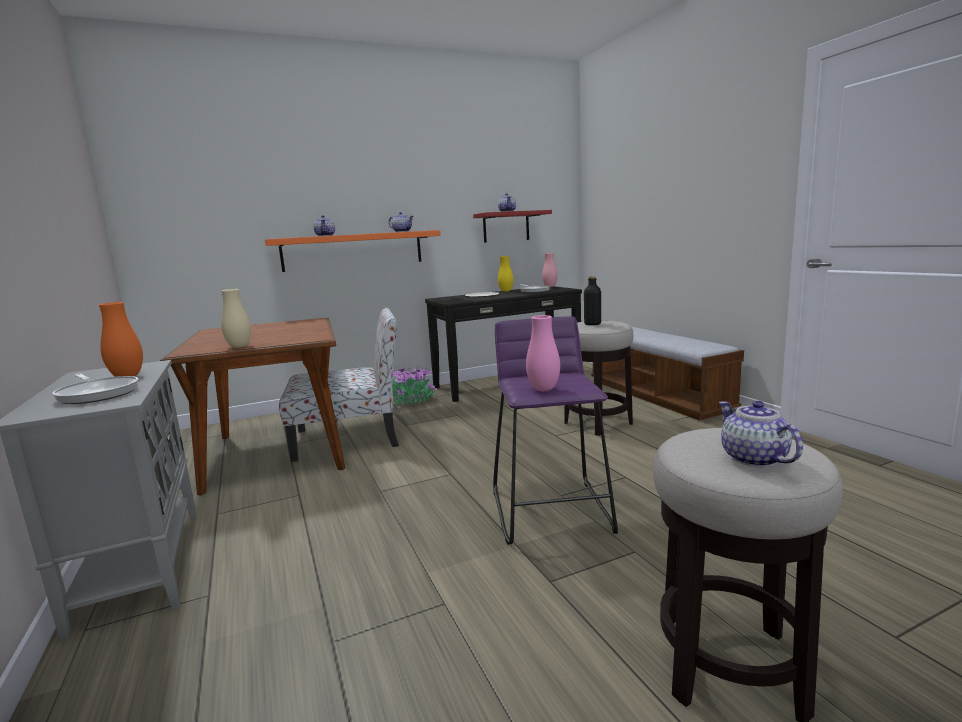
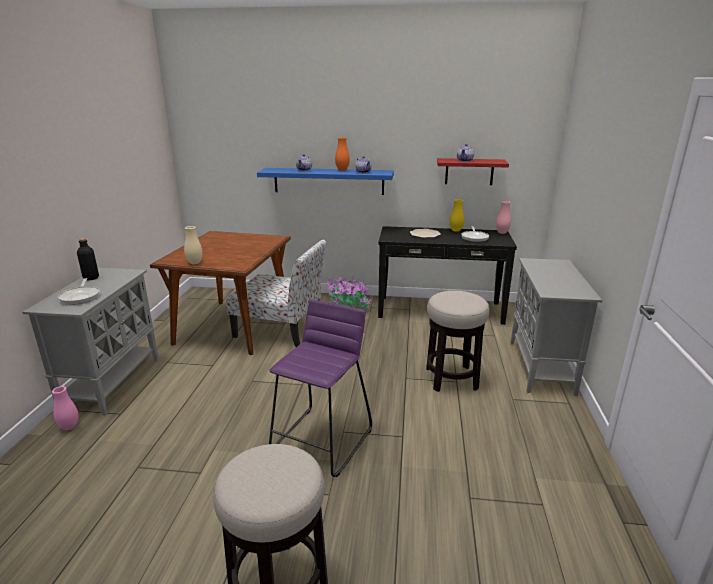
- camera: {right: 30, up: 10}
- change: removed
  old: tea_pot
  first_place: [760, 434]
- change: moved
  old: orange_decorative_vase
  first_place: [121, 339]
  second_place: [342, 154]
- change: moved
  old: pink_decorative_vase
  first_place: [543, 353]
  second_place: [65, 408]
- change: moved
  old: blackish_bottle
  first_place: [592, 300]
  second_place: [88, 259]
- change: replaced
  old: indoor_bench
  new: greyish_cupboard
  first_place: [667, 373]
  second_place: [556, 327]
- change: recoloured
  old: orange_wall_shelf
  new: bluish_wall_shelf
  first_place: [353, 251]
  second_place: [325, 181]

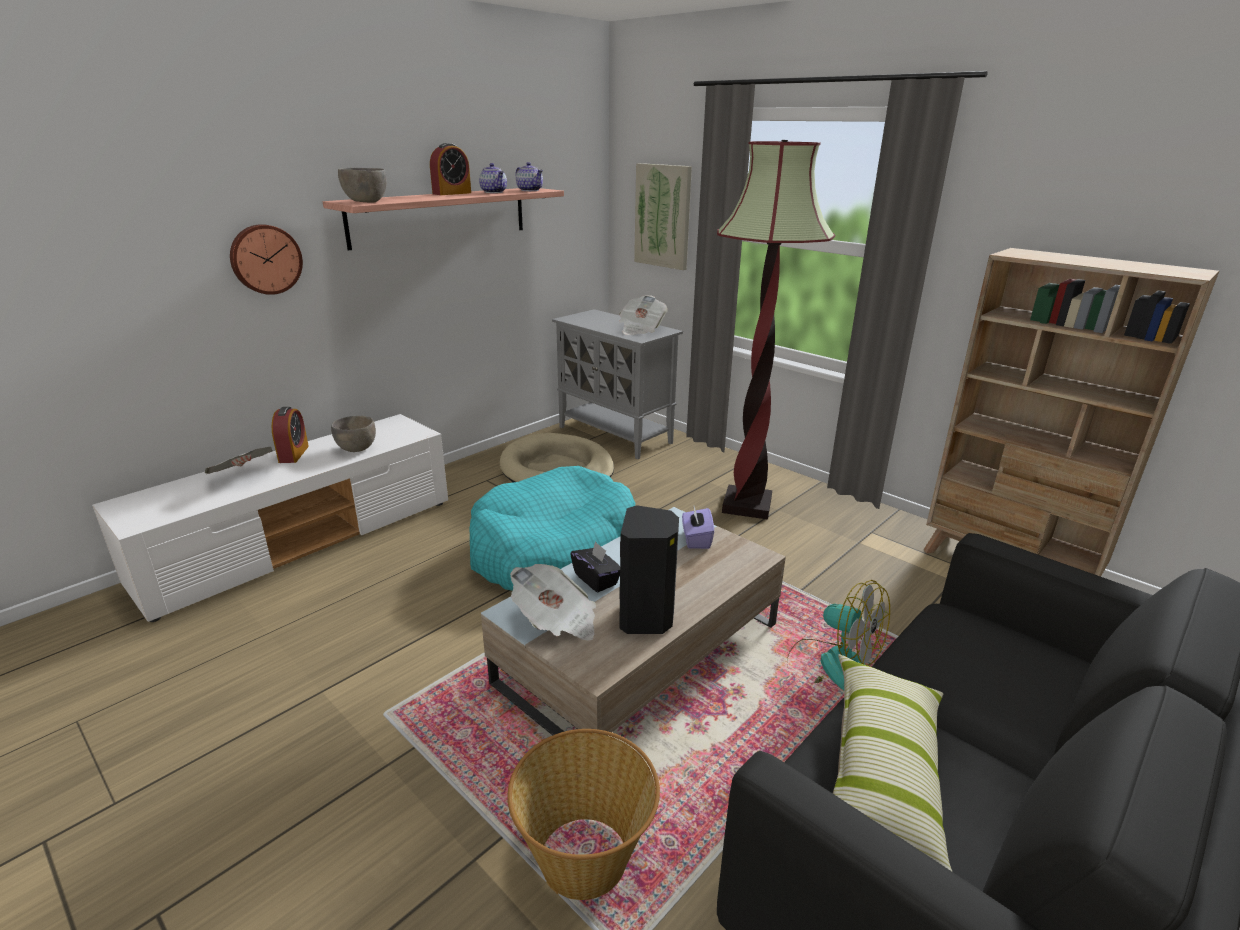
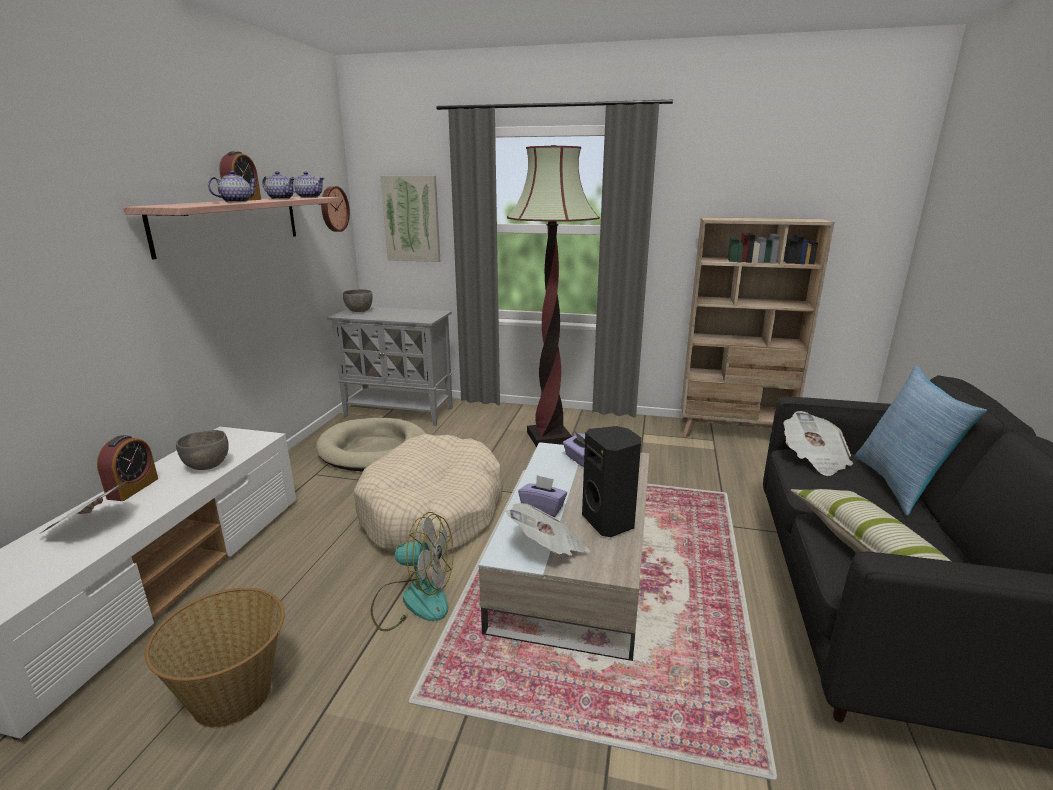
- camera: {right: -30, up: -5}
- change: added
  new: tea_pot
  second_place: [232, 186]
- change: added
  new: cushion
  second_place: [921, 441]
- change: moved
  old: wall_clock
  first_place: [266, 259]
  second_place: [335, 209]
- change: moved
  old: greyish_bowl
  first_place: [362, 185]
  second_place: [358, 300]
- change: moved
  old: household_basket
  first_place: [584, 814]
  second_place: [215, 658]
- change: moved
  old: printed_paper
  first_place: [643, 315]
  second_place: [818, 443]
- change: moved
  old: cooling_fan
  first_place: [838, 635]
  second_place: [412, 571]
- change: recoloured
  old: turquoise_dog_bed
  new: beige-coloured_dog_bed
  first_place: [552, 528]
  second_place: [428, 493]
- change: recoloured
  old: blackish_tissue_holder
  new: purple_tissue_holder
  first_place: [595, 566]
  second_place: [542, 496]
- change: turned
  old: table_clock
  first_place: [290, 435]
  second_place: [127, 468]
  degrees: 45

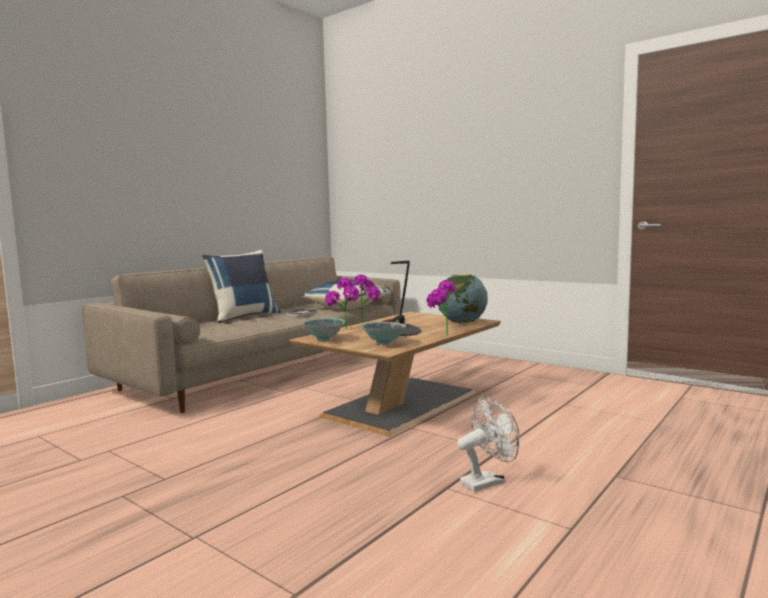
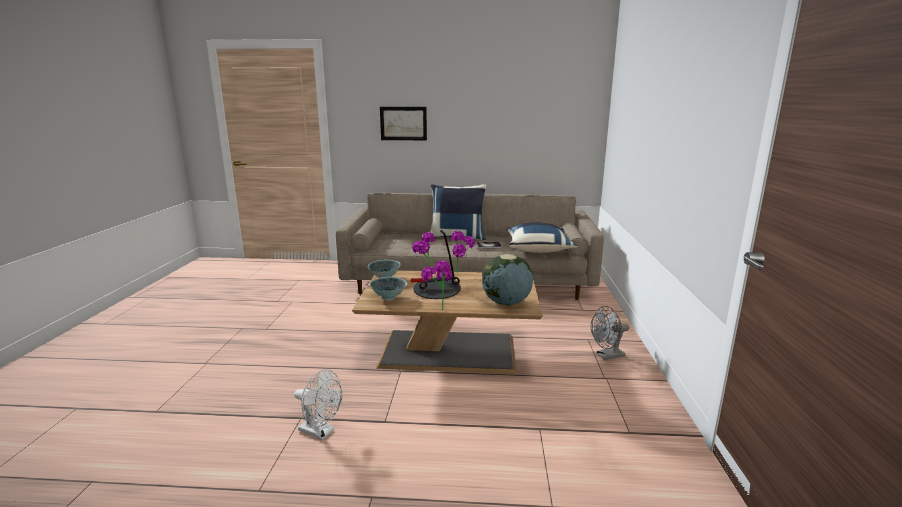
- camera: {right: 55, up: 10}
- change: added
  new: wall_picture
  second_place: [403, 123]
- change: added
  new: greyish_cooling_fan
  second_place: [610, 333]

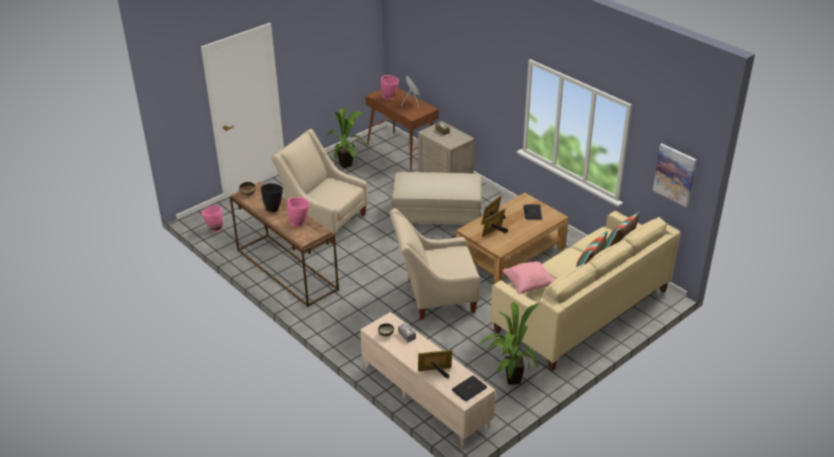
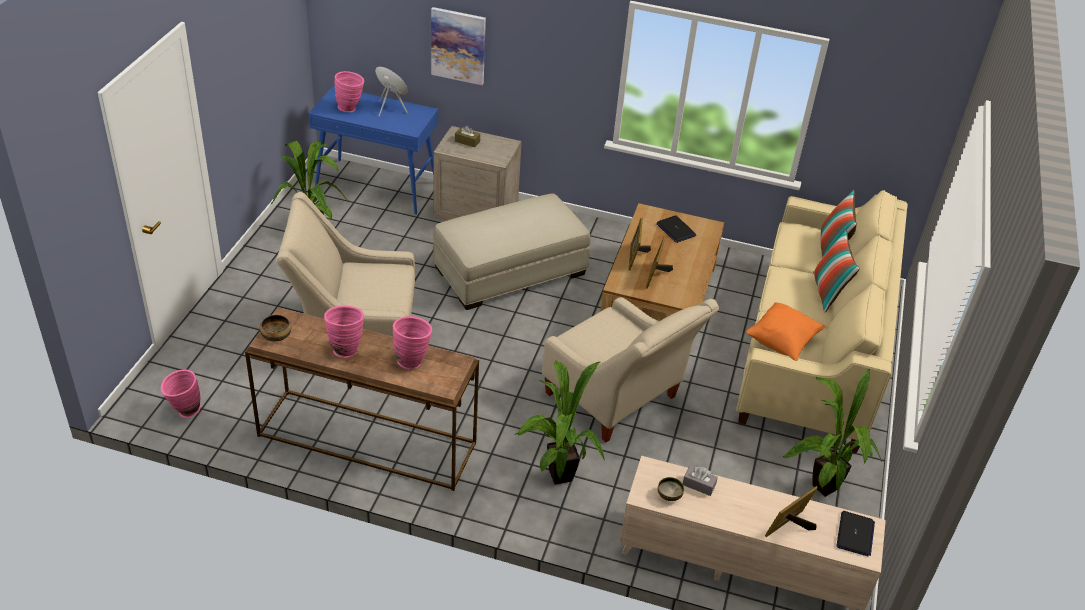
- camera: {right: -35, up: 5}
- change: added
  new: potted_plant
  second_place: [560, 422]
- change: moved
  old: wall_picture
  first_place: [675, 175]
  second_place: [458, 46]
- change: recoloured
  old: blackish_decorative_vase
  new: pink_decorative_vase
  first_place: [272, 197]
  second_place: [344, 332]
- change: recoloured
  old: brown-coloured_narrow_table
  new: bluish_narrow_table
  first_place: [402, 129]
  second_place: [373, 150]
- change: recoloured
  old: pink_cushion
  new: orange_cushion
  first_place: [528, 277]
  second_place: [785, 331]
- change: turned
  old: beige-coloured_easy_chair
  first_place: [434, 264]
  second_place: [630, 369]
  degrees: -90

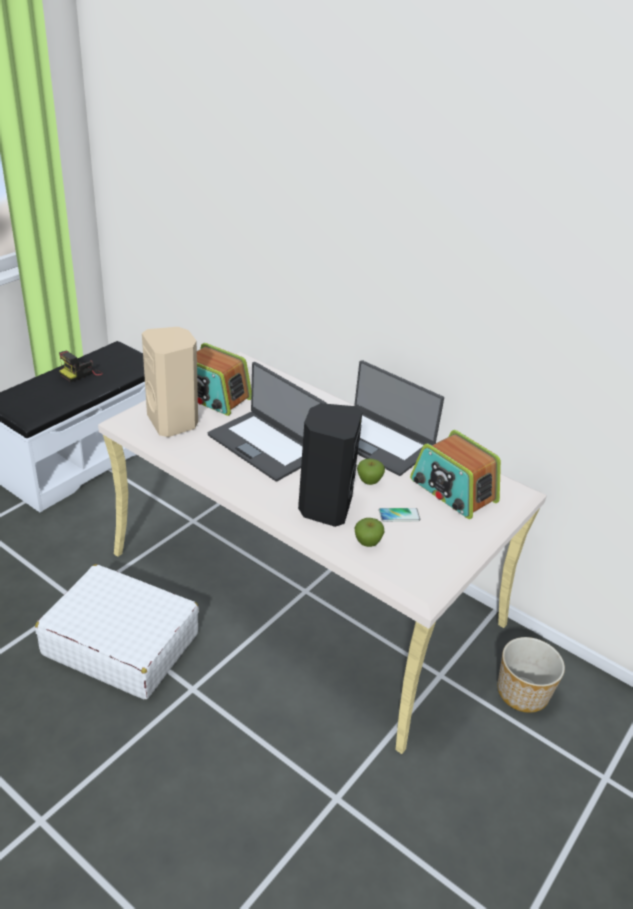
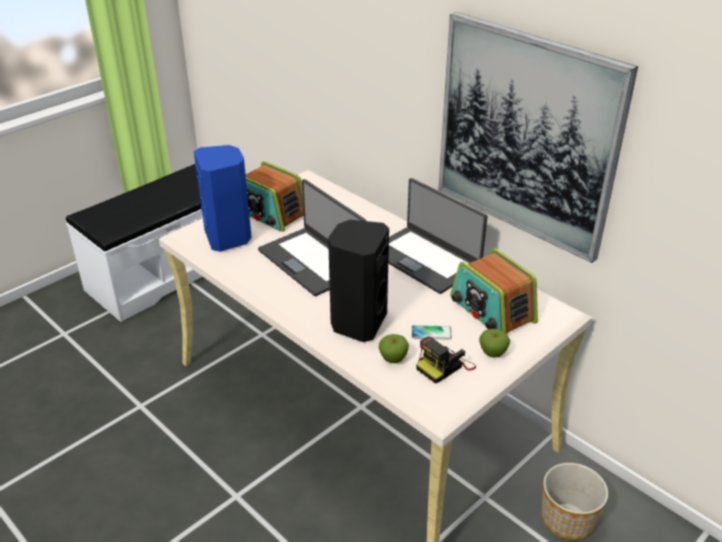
- camera: {right: 10, up: 0}
- change: removed
  old: whitish_piece_of_luggage
  first_place: [117, 632]
- change: added
  new: wall_picture
  second_place: [538, 137]
- change: moved
  old: photo_camera
  first_place: [81, 366]
  second_place: [446, 360]
- change: moved
  old: apple_fruit
  first_place: [371, 472]
  second_place: [494, 343]
- change: recoloured
  old: beige-coloured_audio_speaker
  new: bluish_audio_speaker
  first_place: [170, 382]
  second_place: [223, 198]

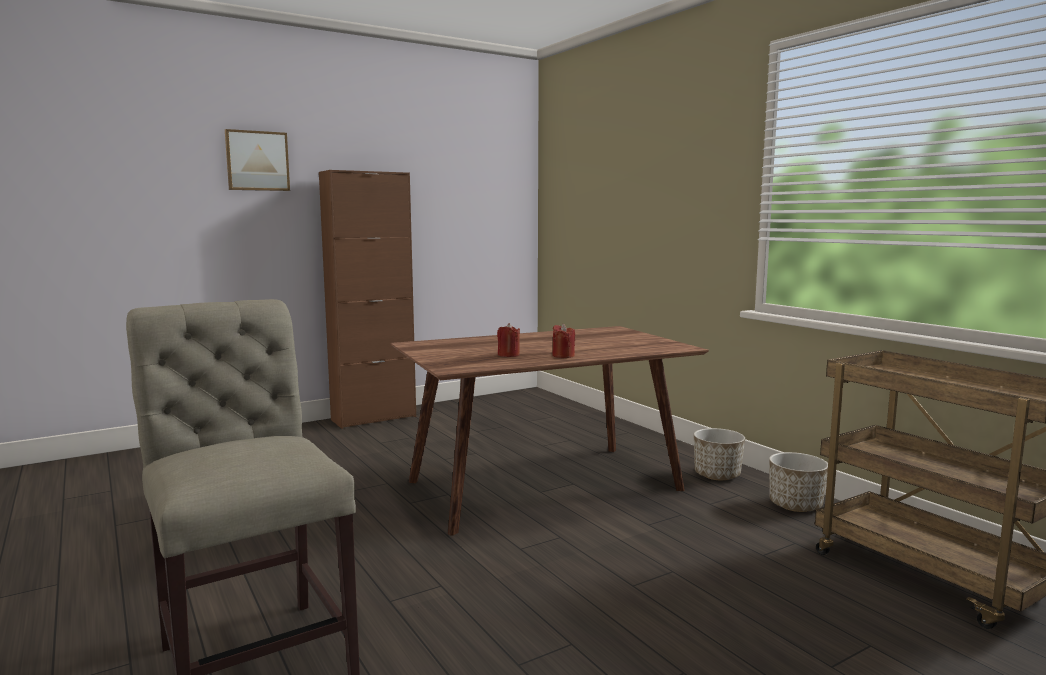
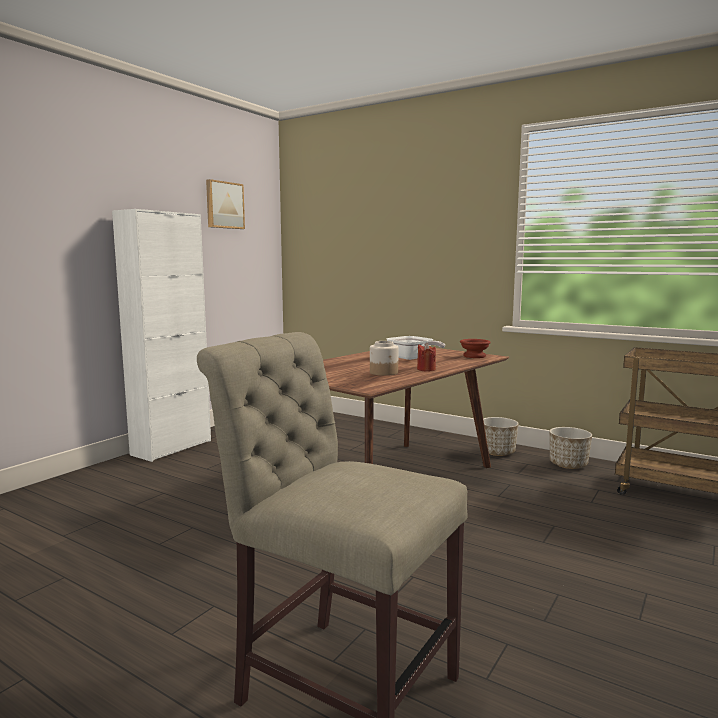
- camera: {right: -25, up: 0}
- change: added
  new: frying_pan
  second_place: [416, 348]
- change: added
  new: brown-coloured_bowl
  second_place: [475, 348]
- change: moved
  old: wall_picture
  first_place: [257, 160]
  second_place: [225, 204]
- change: replaced
  old: reddish_wax_candle
  new: storage_jar
  first_place: [508, 340]
  second_place: [384, 358]
- change: recoloured
  old: brown-coloured_cupboard
  new: whitish_cupboard
  first_place: [367, 299]
  second_place: [161, 335]

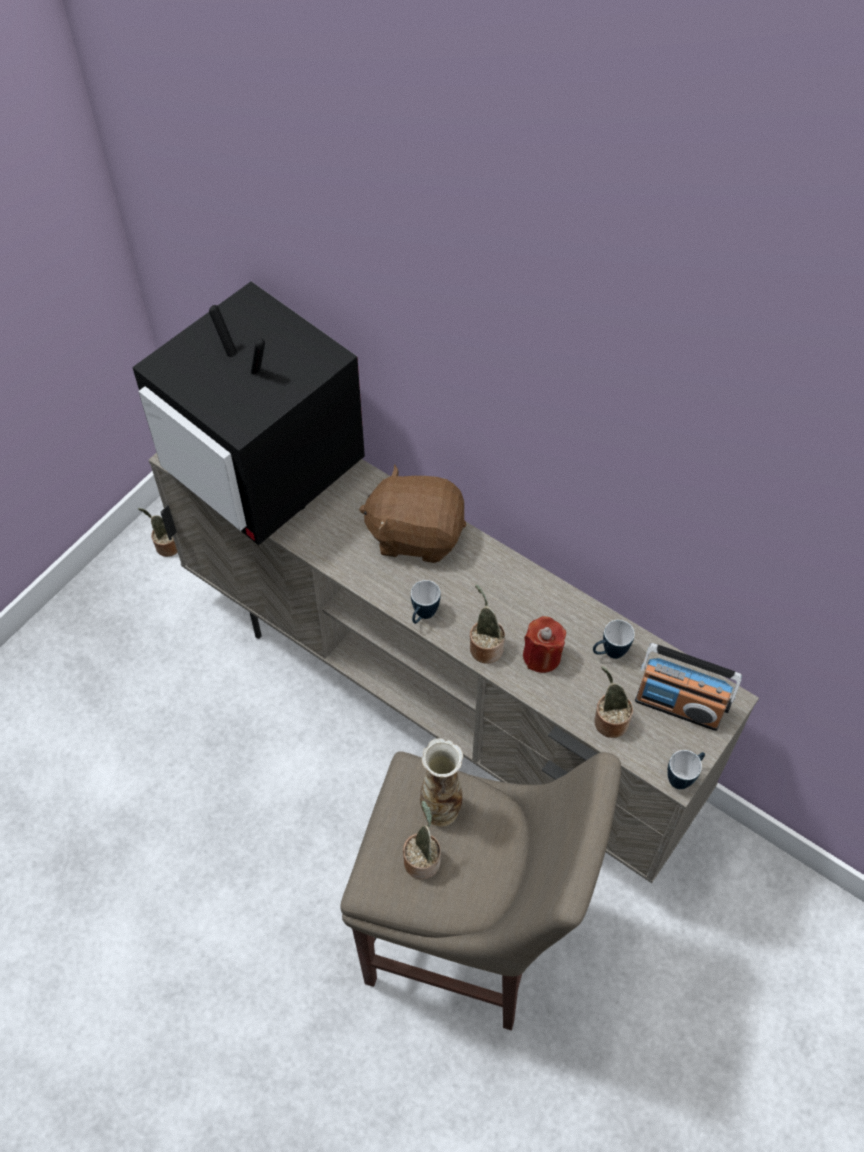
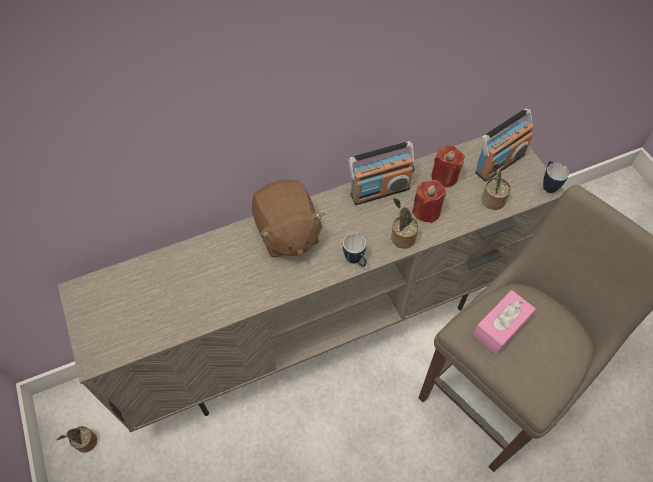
- camera: {right: -60, up: 0}
- change: removed
  old: television
  first_place: [248, 413]
- change: removed
  old: potted_plant
  first_place: [422, 840]
- change: added
  new: radio
  second_place: [381, 173]
- change: replaced
  old: decorative_vase
  new: pink_tissue_holder
  first_place: [441, 782]
  second_place: [504, 322]
- change: replaced
  old: tea_mug
  new: reddish_wax_candle
  first_place: [614, 639]
  second_place: [448, 166]
- change: turned
  old: brown-coloured_cuddly_toy
  first_place: [412, 513]
  second_place: [288, 218]
  degrees: -60

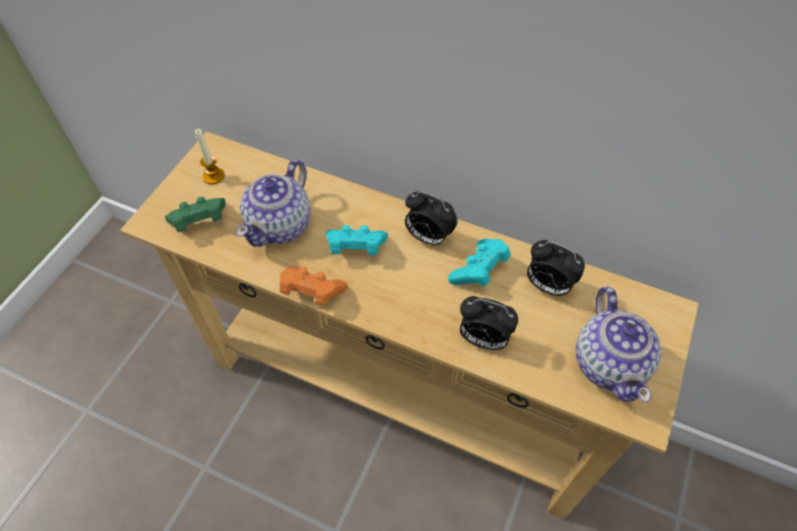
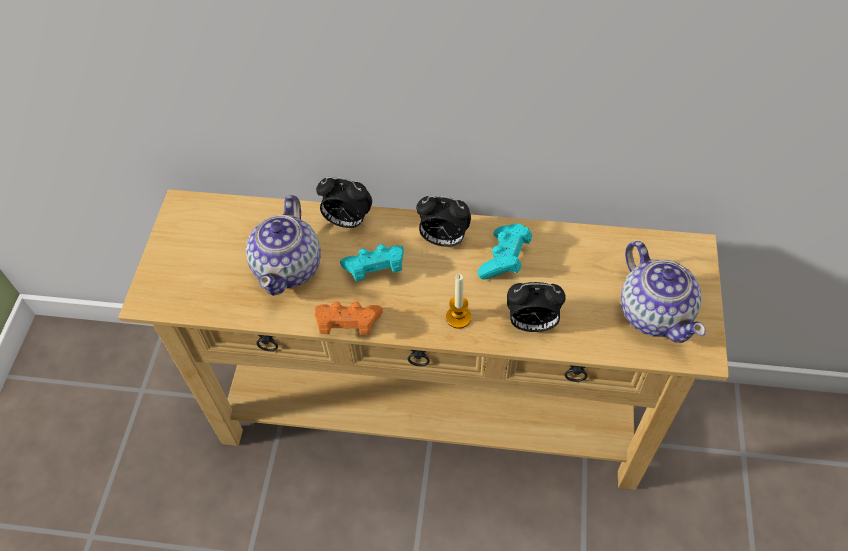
- camera: {right: -15, up: 0}
- change: removed
  old: green_game_controller
  first_place: [195, 214]
- change: moved
  old: wax_candle
  first_place: [210, 156]
  second_place: [458, 301]
- change: moved
  old: table_clock
  first_place: [556, 268]
  second_place: [344, 202]

